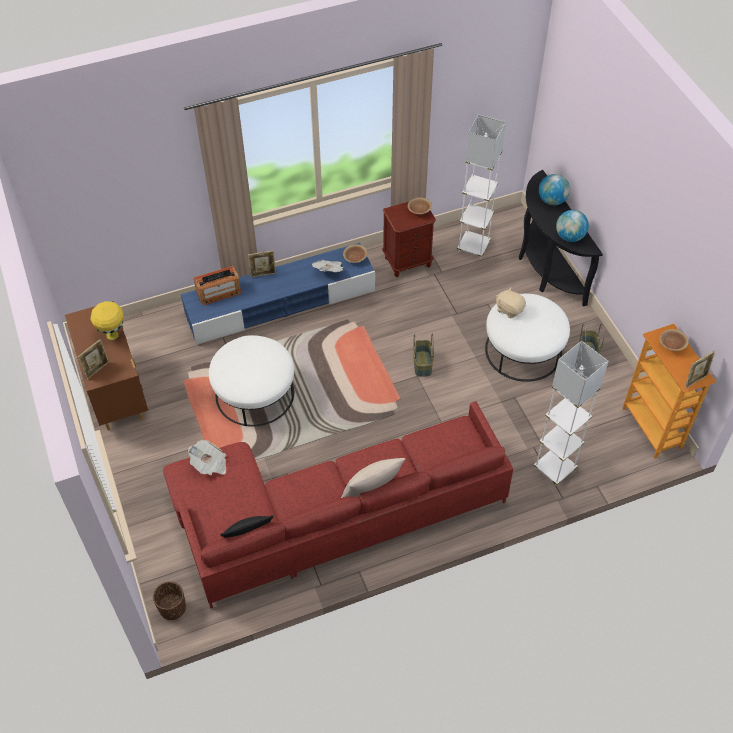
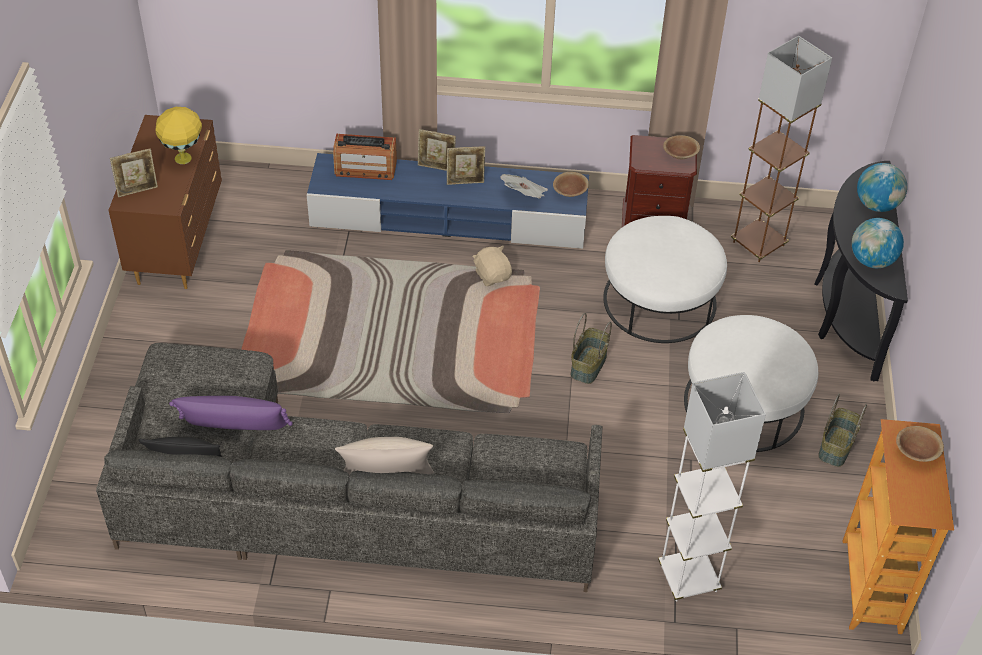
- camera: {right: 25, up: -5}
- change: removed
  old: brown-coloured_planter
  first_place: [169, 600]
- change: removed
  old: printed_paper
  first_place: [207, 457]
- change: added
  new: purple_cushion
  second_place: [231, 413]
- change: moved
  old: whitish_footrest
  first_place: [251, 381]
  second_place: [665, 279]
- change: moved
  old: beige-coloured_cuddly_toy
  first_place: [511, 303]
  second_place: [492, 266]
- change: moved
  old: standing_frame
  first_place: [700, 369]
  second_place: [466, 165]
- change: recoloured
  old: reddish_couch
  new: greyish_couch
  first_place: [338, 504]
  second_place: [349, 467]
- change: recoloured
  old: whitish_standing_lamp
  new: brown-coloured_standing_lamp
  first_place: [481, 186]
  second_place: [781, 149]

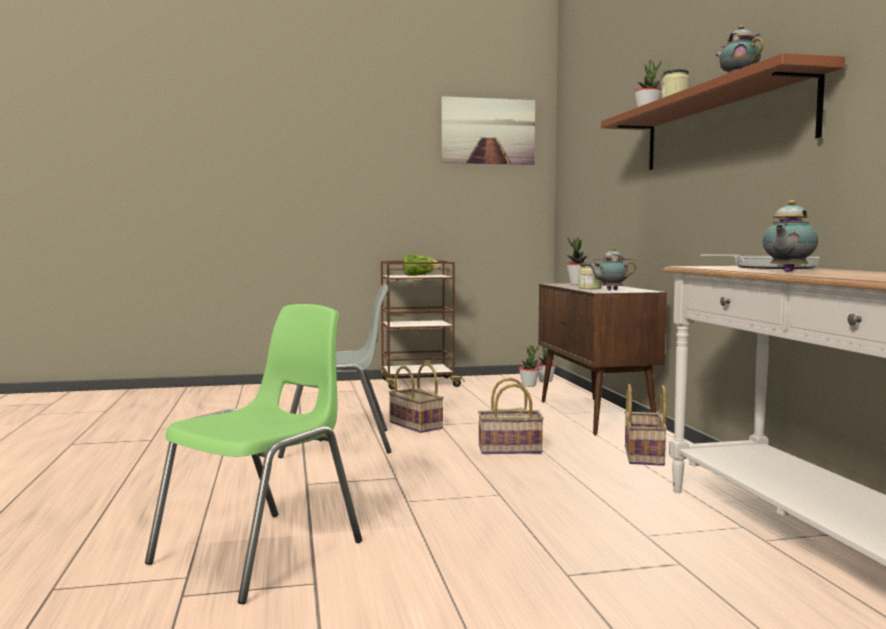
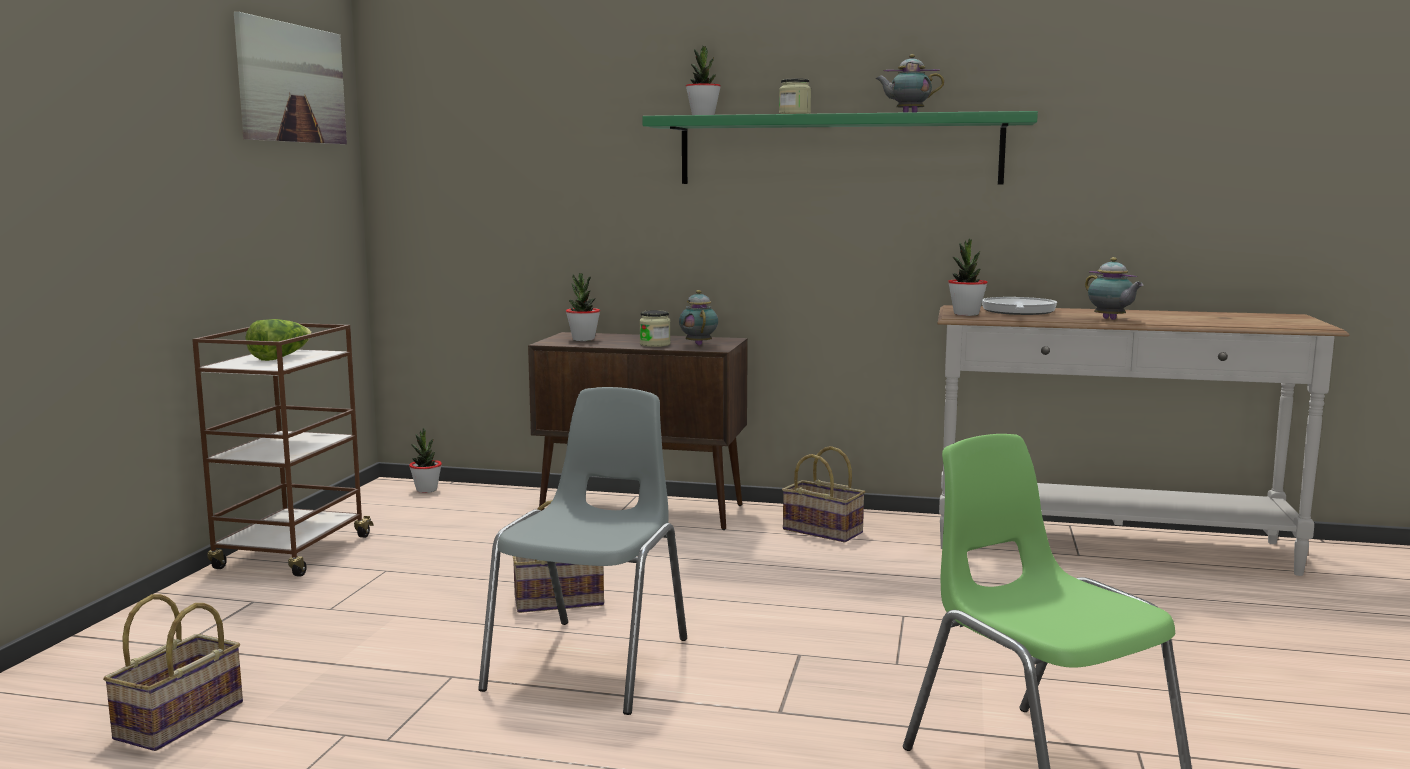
- camera: {right: -65, up: 5}
- change: moved
  old: household_basket
  first_place: [511, 416]
  second_place: [173, 672]
- change: moved
  old: potted_plant
  first_place: [529, 366]
  second_place: [968, 277]
- change: recoloured
  old: brown-coloured_wall_shelf
  new: green_wall_shelf
  first_place: [723, 111]
  second_place: [840, 147]
- change: turned
  old: tea_pot
  first_place: [611, 269]
  second_place: [698, 318]
  degrees: 150

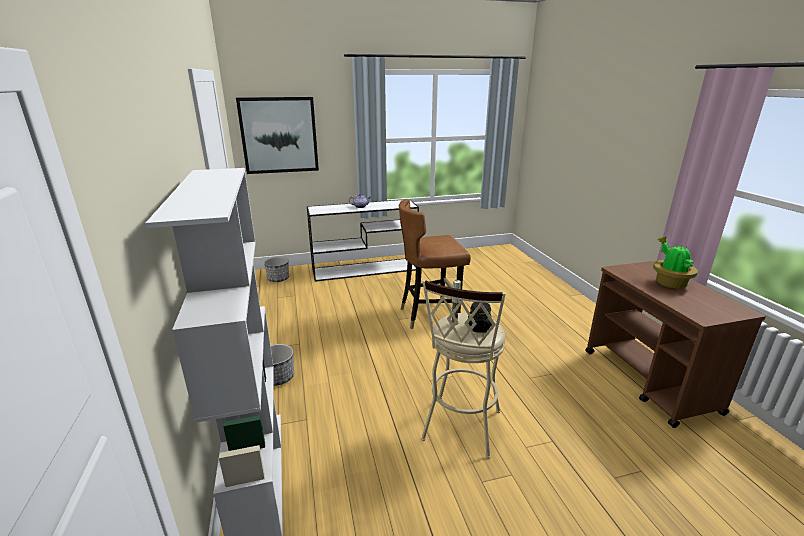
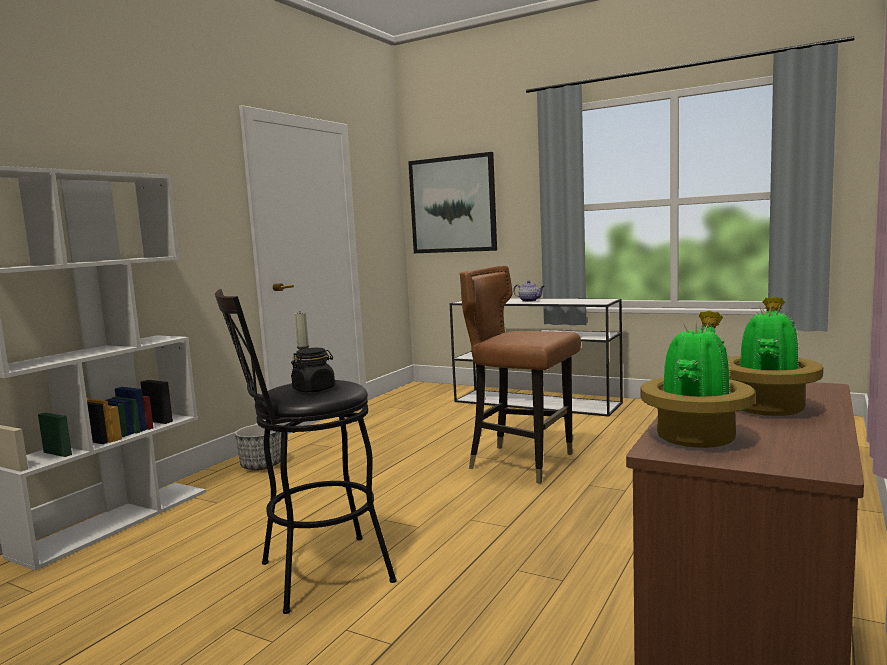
- camera: {right: 45, up: -15}
- change: removed
  old: planter
  first_place: [276, 269]
- change: added
  new: potted_plant
  second_place: [697, 379]
- change: recoloured
  old: beige-coloured_stool_seat
  new: blackish_stool_seat
  first_place: [463, 369]
  second_place: [306, 451]

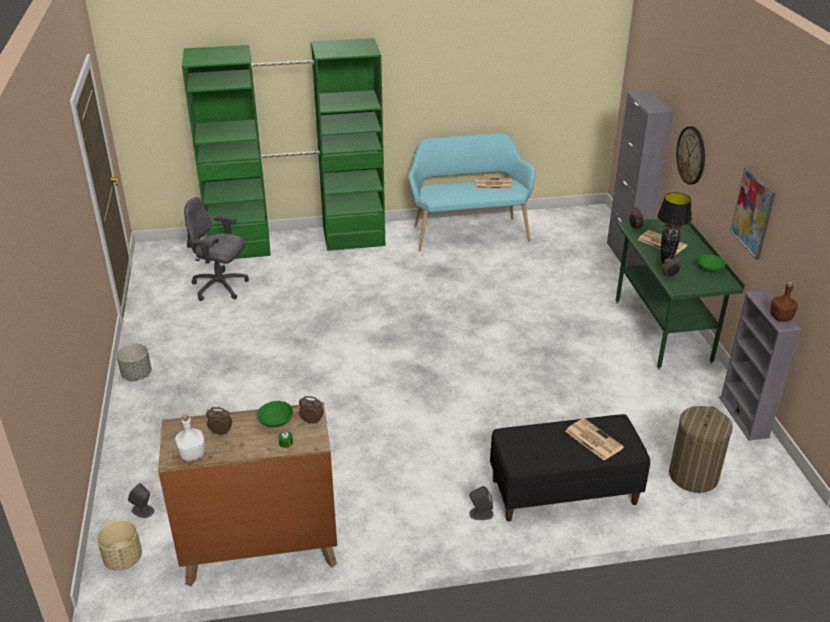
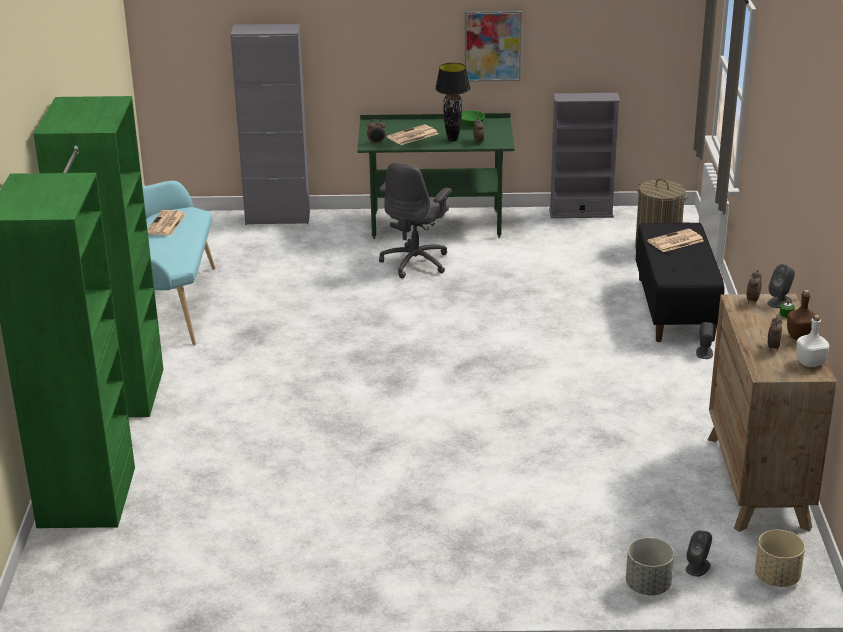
- camera: {right: -80, up: -5}
- change: removed
  old: green_bowl
  first_place: [275, 414]
- change: removed
  old: wall_clock
  first_place: [690, 155]
- change: added
  new: greyish_audio_speaker
  second_place: [781, 286]
- change: moved
  old: greyish_planter
  first_place: [134, 362]
  second_place: [650, 566]
- change: moved
  old: greyish_computer_chair
  first_place: [216, 249]
  second_place: [415, 220]
- change: moved
  old: brown-coloured_bottle
  first_place: [784, 302]
  second_place: [801, 315]

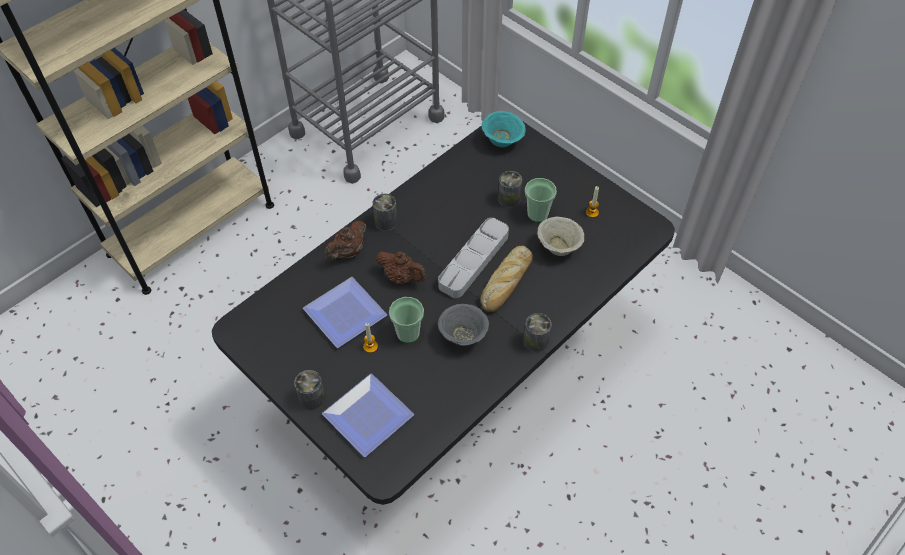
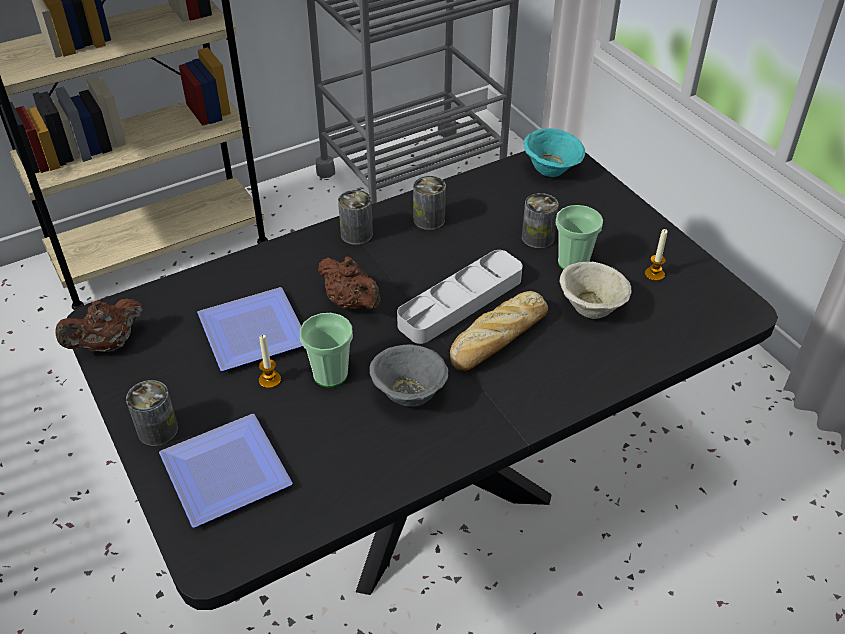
- camera: {right: 15, up: -10}
- change: moved
  old: brown-coloured_tea_pot
  first_place: [345, 241]
  second_place: [99, 325]
- change: moved
  old: sealed_can
  first_place: [537, 333]
  second_place: [429, 203]

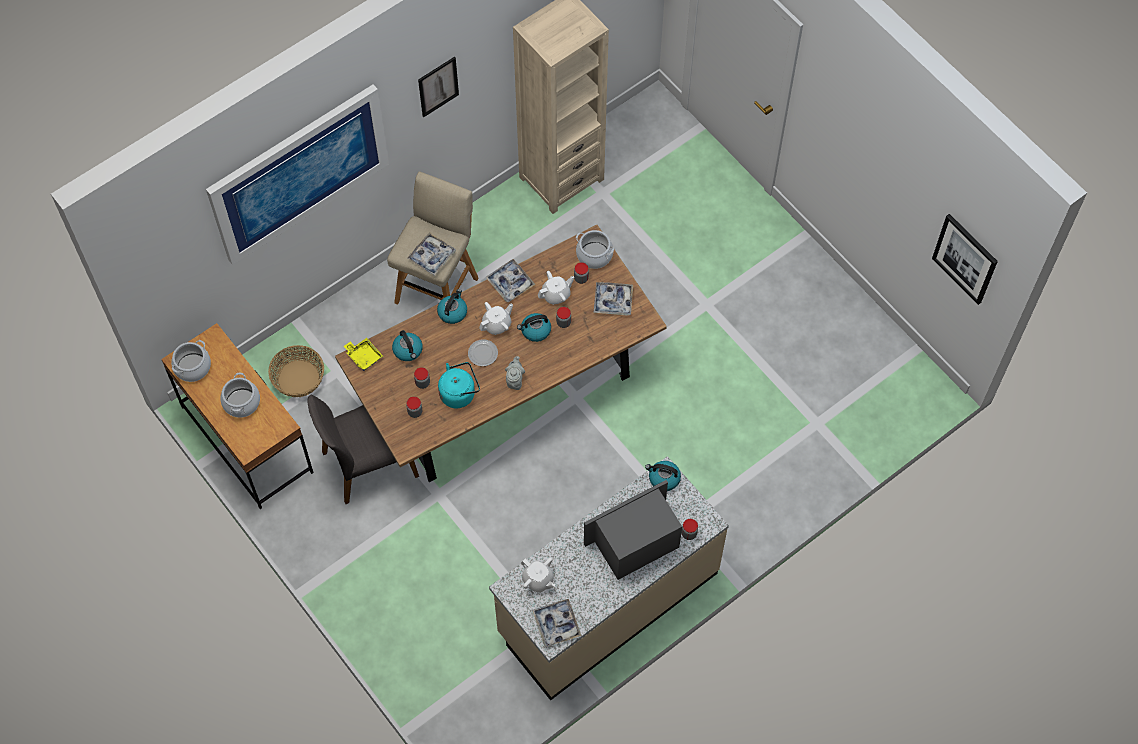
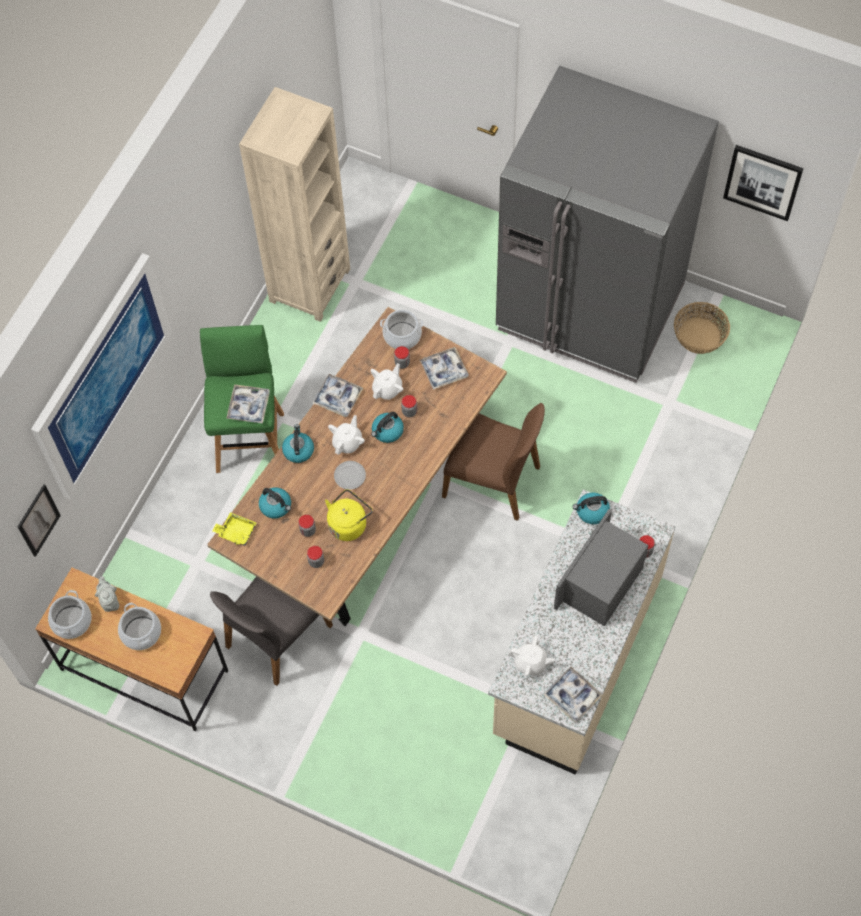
- camera: {right: -25, up: 0}
- change: added
  new: brown-coloured_chair
  second_place: [493, 462]
- change: added
  new: greyish_fridge
  second_place: [607, 224]
- change: moved
  old: household_basket
  first_place: [296, 371]
  second_place: [702, 328]
- change: moved
  old: wall_picture
  first_place: [438, 87]
  second_place: [39, 521]
- change: moved
  old: greyish_tea_pot
  first_place: [515, 373]
  second_place: [107, 594]
- change: recoloured
  old: beige-coloured_stool_seat
  new: green_stool_seat
  first_place: [432, 238]
  second_place: [242, 399]
- change: recoloured
  old: turquoise_water_kettle
  new: yellow_water_kettle
  first_place: [459, 385]
  second_place: [349, 515]

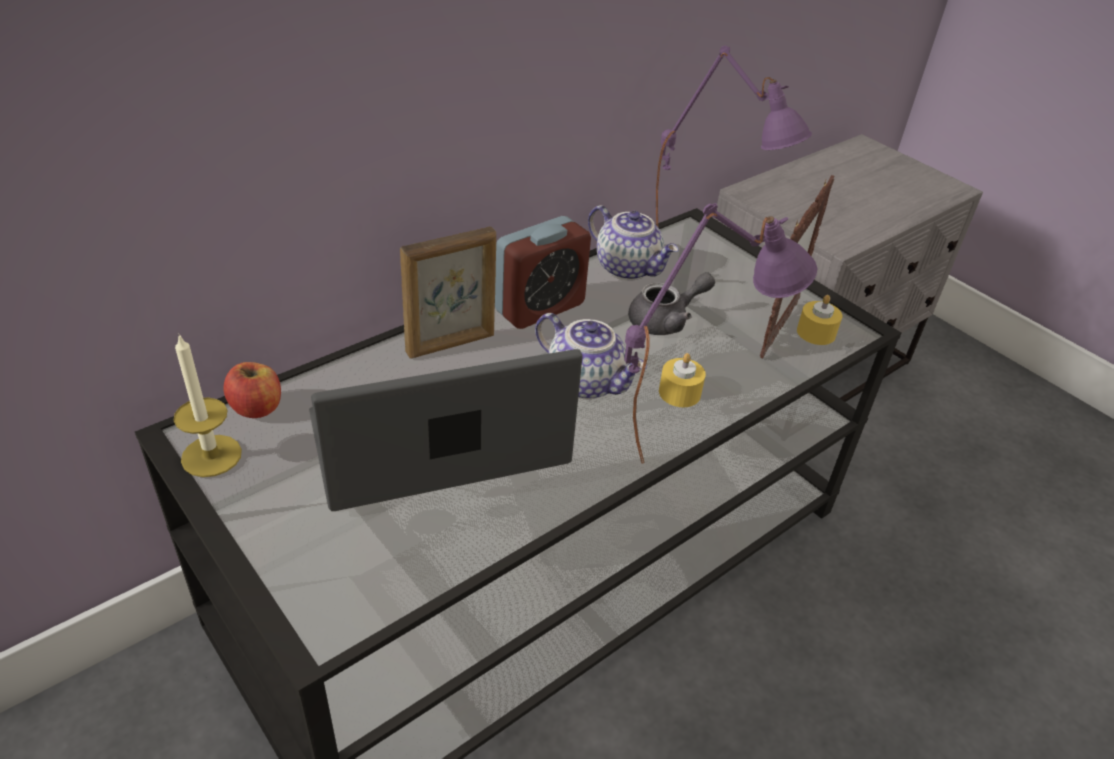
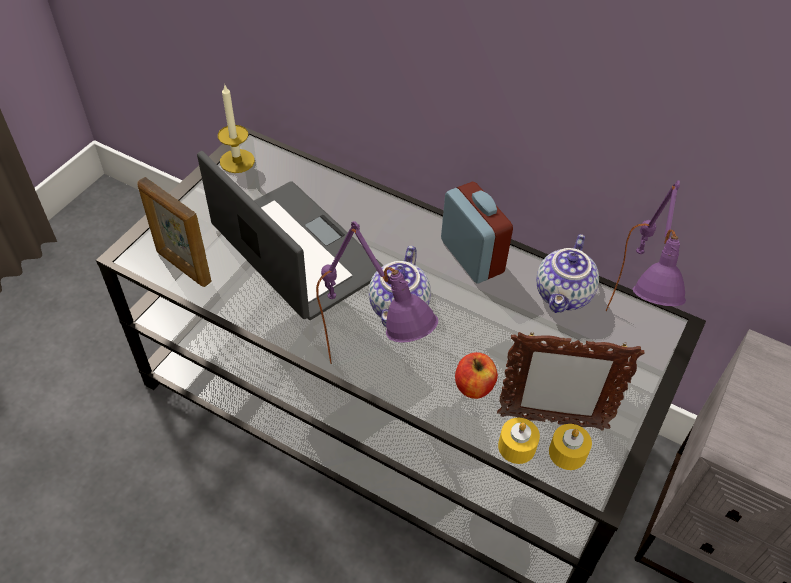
- camera: {right: 70, up: 10}
- change: removed
  old: greyish_tea_pot
  first_place: [671, 303]
- change: moved
  old: apple_fruit
  first_place: [252, 390]
  second_place: [476, 375]
- change: moved
  old: standing_frame
  first_place: [448, 293]
  second_place: [174, 232]
- change: moved
  old: yellow_wax_candle
  first_place: [682, 380]
  second_place: [519, 441]
- change: turned
  old: table_clock
  first_place: [543, 272]
  second_place: [477, 232]
  degrees: -150

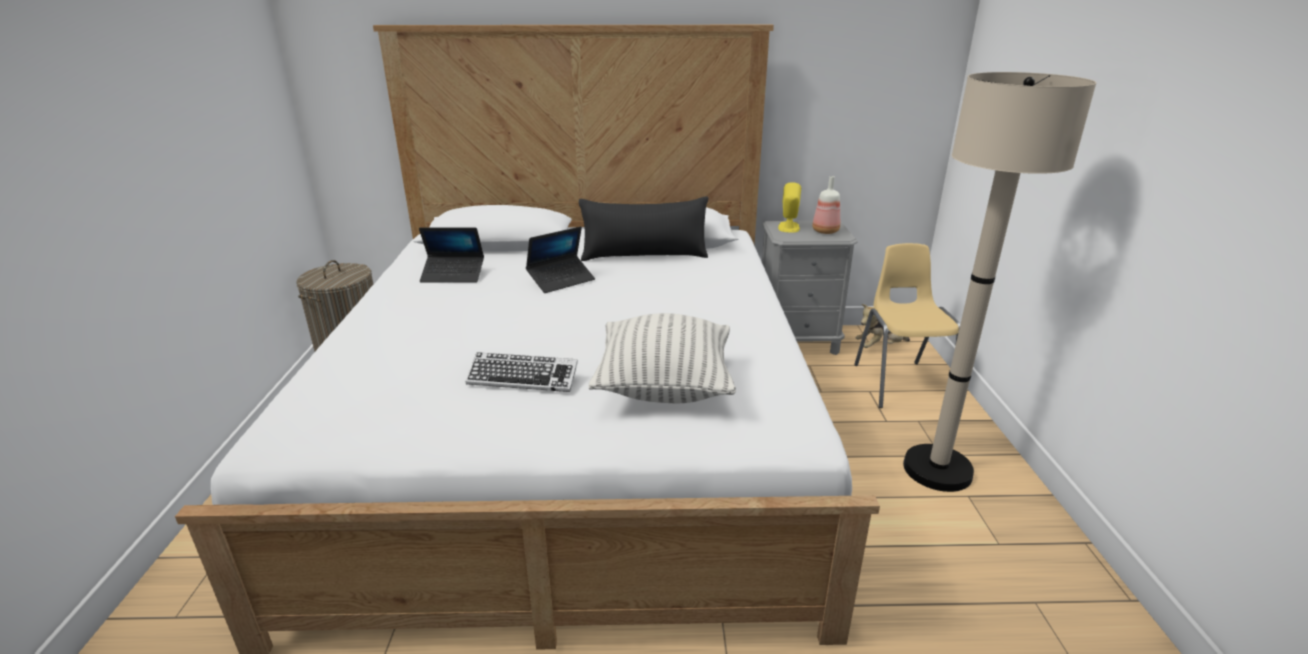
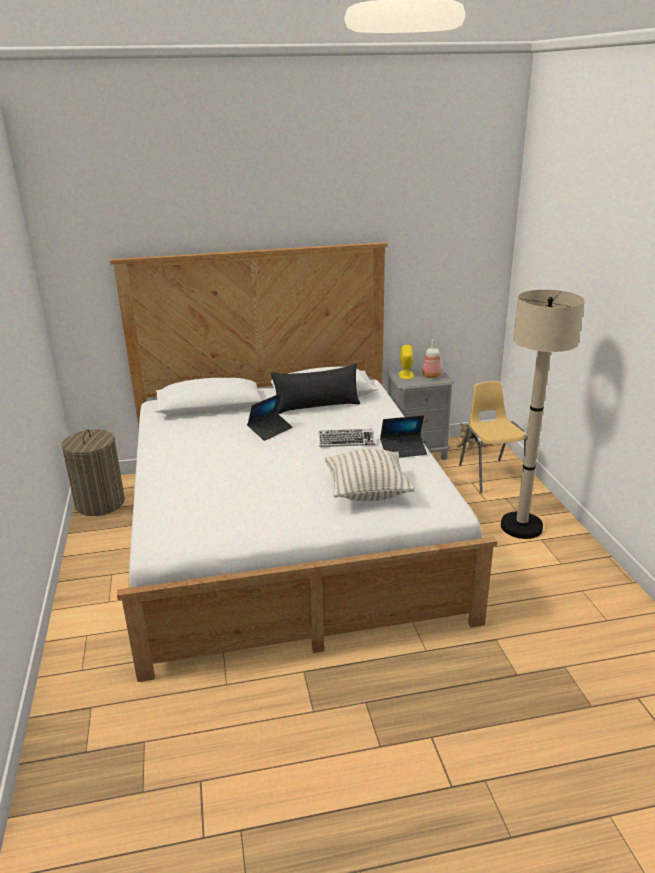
- camera: {right: -10, up: 0}
- change: moved
  old: portable_computer
  first_place: [451, 255]
  second_place: [403, 436]
- change: moved
  old: computer_keyboard
  first_place: [521, 372]
  second_place: [347, 438]

